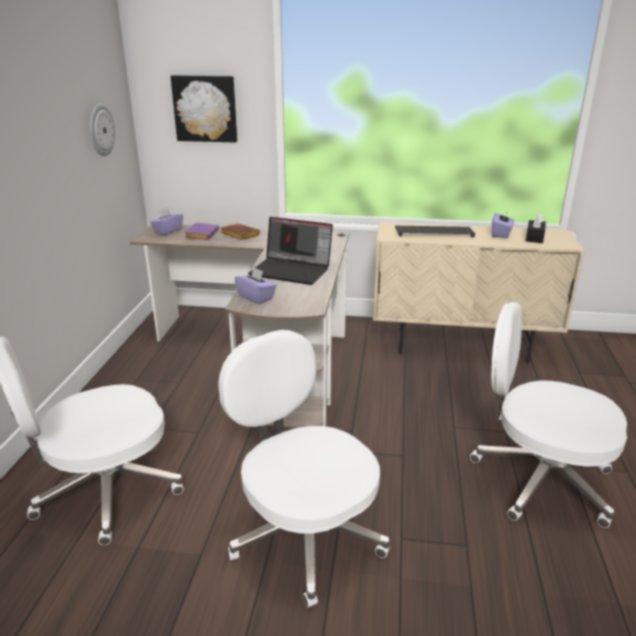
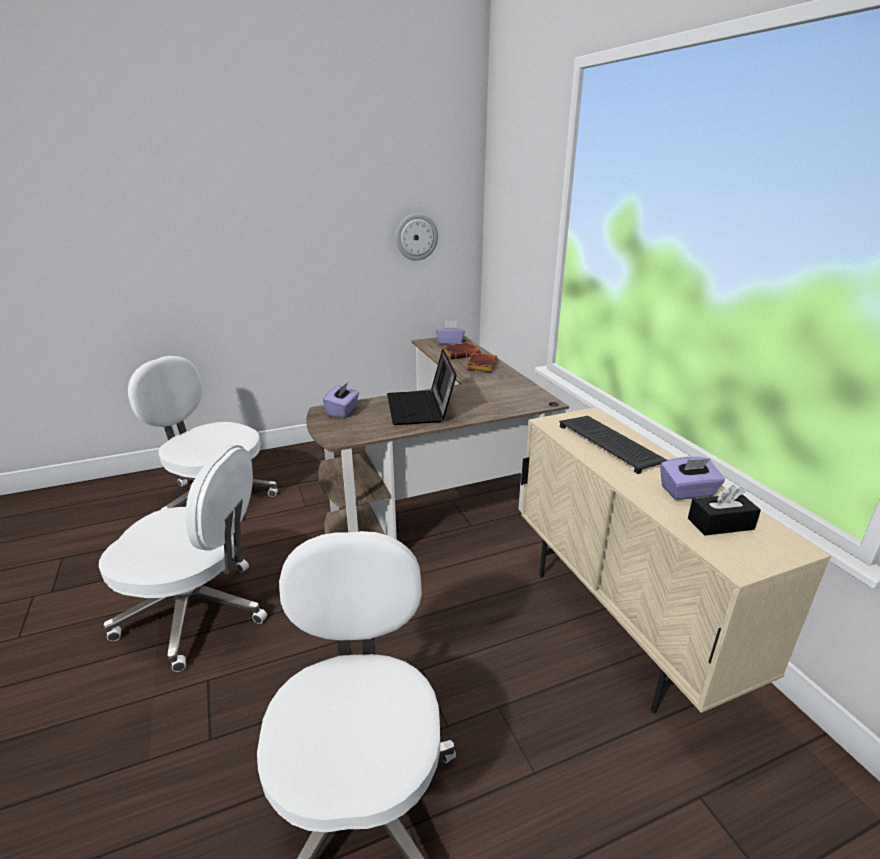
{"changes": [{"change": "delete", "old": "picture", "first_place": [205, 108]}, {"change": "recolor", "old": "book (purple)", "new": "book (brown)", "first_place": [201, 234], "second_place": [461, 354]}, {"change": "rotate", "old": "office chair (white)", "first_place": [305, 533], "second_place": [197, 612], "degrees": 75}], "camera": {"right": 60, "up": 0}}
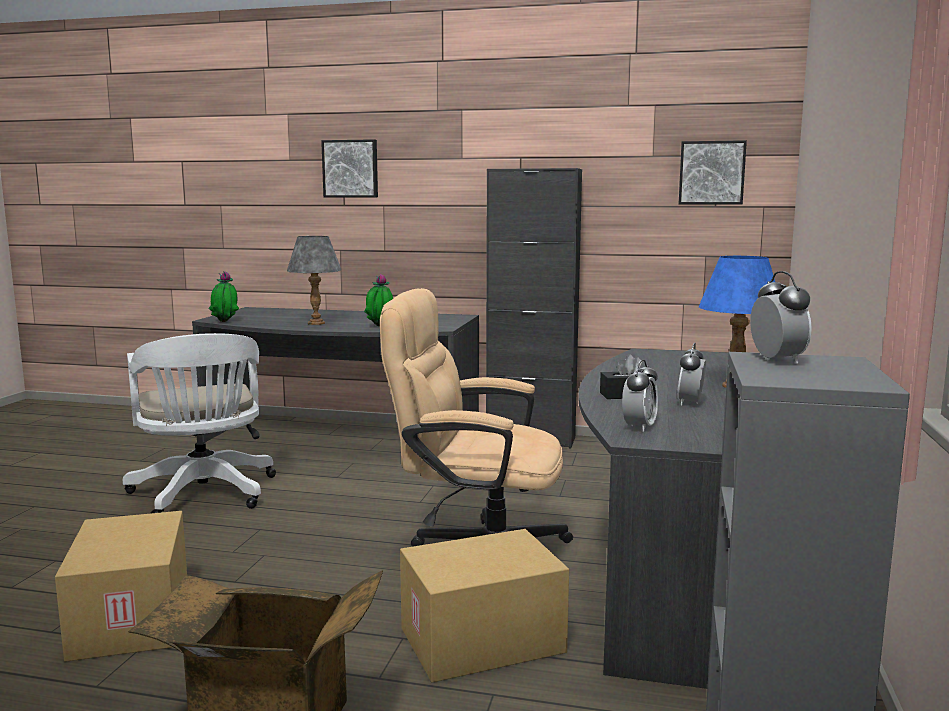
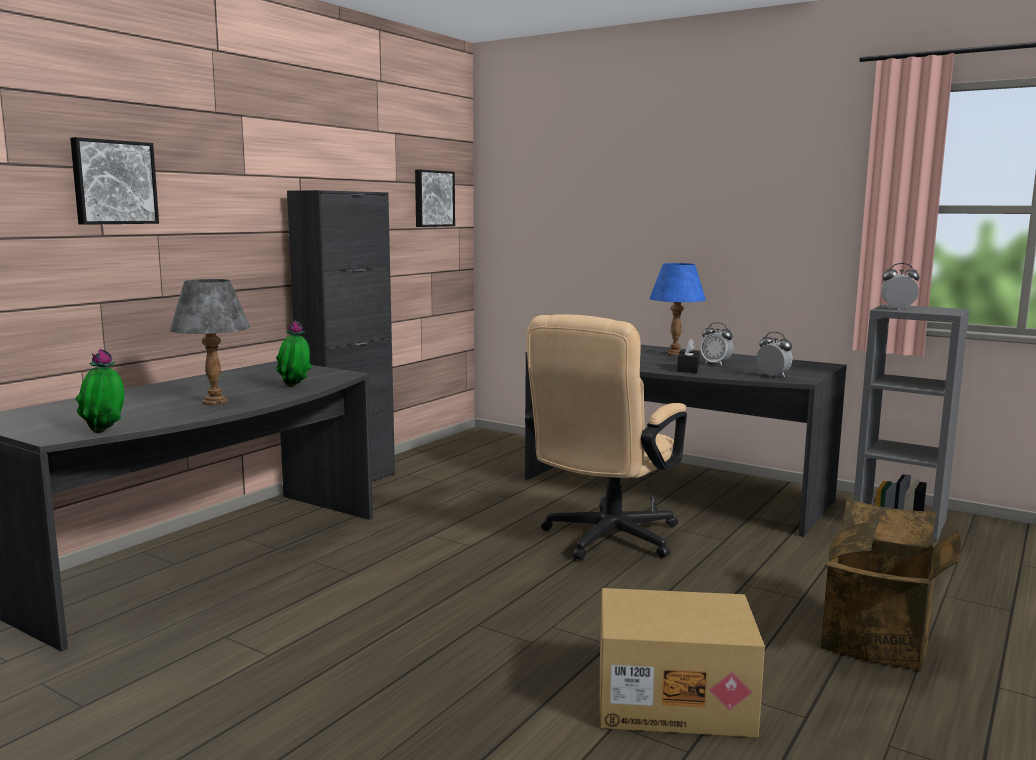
{"changes": [{"change": "delete", "old": "office chair (white)", "first_place": [204, 495]}, {"change": "delete", "old": "cardboard box", "first_place": [481, 642]}], "camera": {"right": -70, "up": 0}}
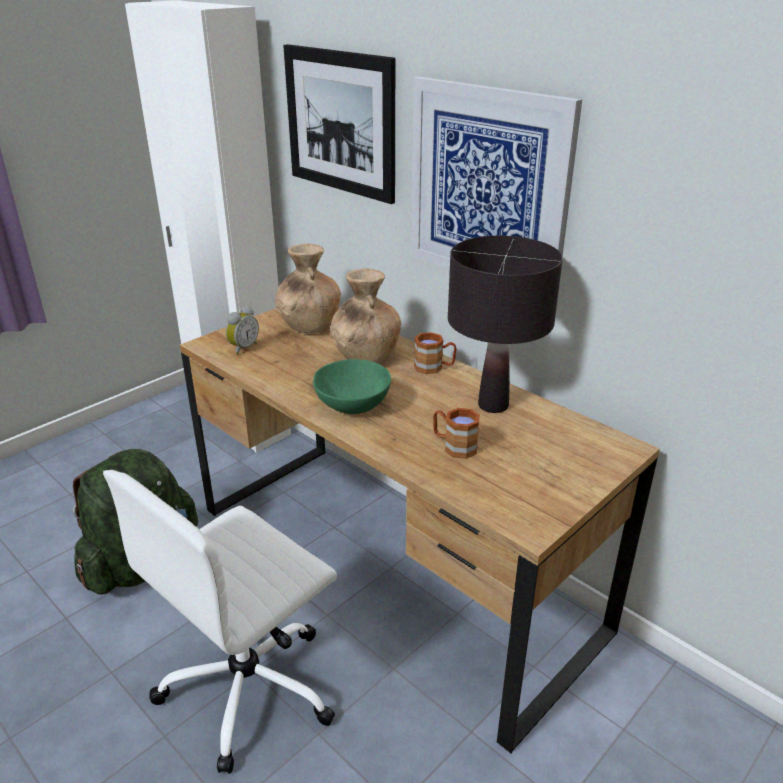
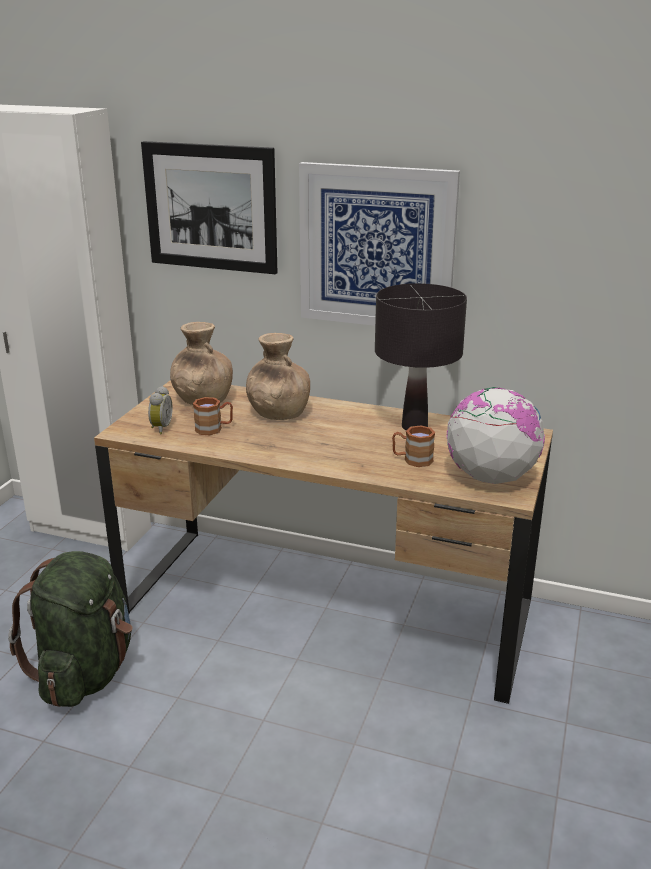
{"changes": [{"change": "delete", "old": "office chair (white)", "first_place": [250, 685]}, {"change": "delete", "old": "bowl (green)", "first_place": [353, 405]}, {"change": "insert", "new": "globe", "second_place": [490, 477]}, {"change": "move", "old": "mug (brown)", "first_place": [434, 367], "second_place": [214, 429]}], "camera": {"right": -25, "up": -5}}
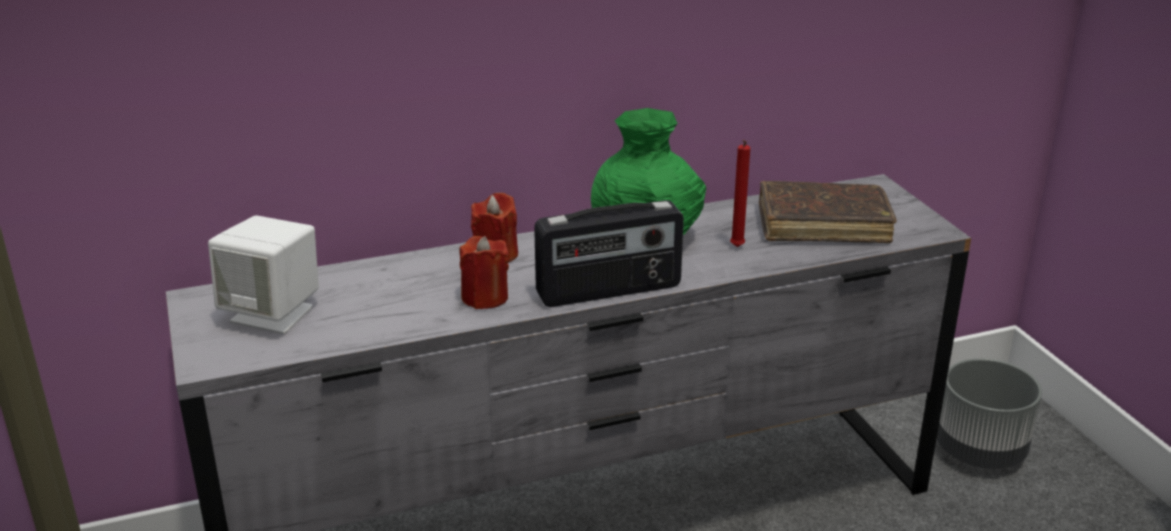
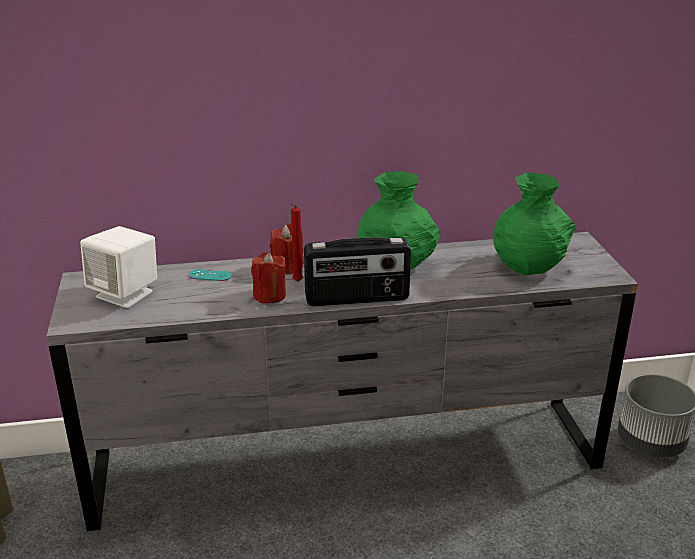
{"changes": [{"change": "insert", "new": "game controller (turquoise)", "second_place": [210, 275]}, {"change": "move", "old": "candle (red)", "first_place": [736, 248], "second_place": [296, 282]}, {"change": "replace", "old": "book (brown)", "new": "vase (green)", "first_place": [823, 225], "second_place": [528, 265]}], "camera": {"right": 10, "up": 0}}
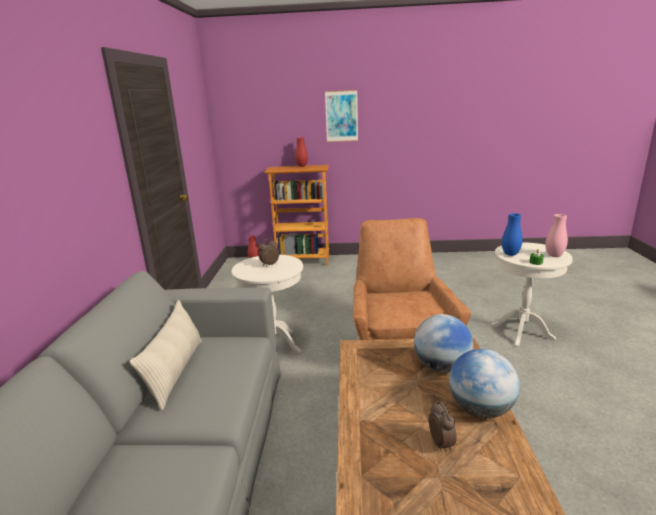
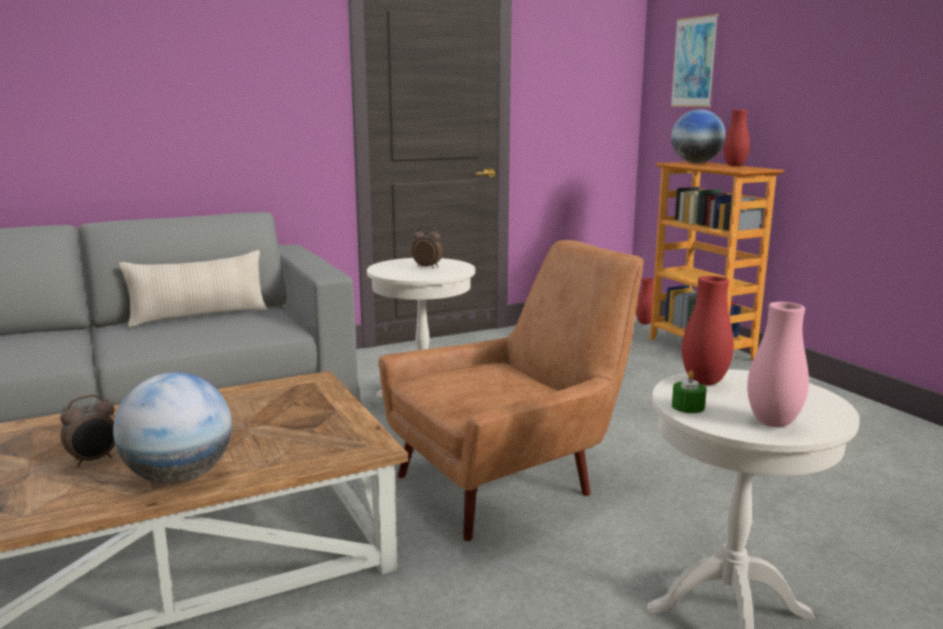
{"changes": [{"change": "move", "old": "picture", "first_place": [341, 116], "second_place": [694, 62]}, {"change": "move", "old": "globe", "first_place": [441, 367], "second_place": [695, 162]}, {"change": "recolor", "old": "vase (blue)", "new": "vase (red)", "first_place": [510, 254], "second_place": [704, 382]}], "camera": {"right": 60, "up": -5}}
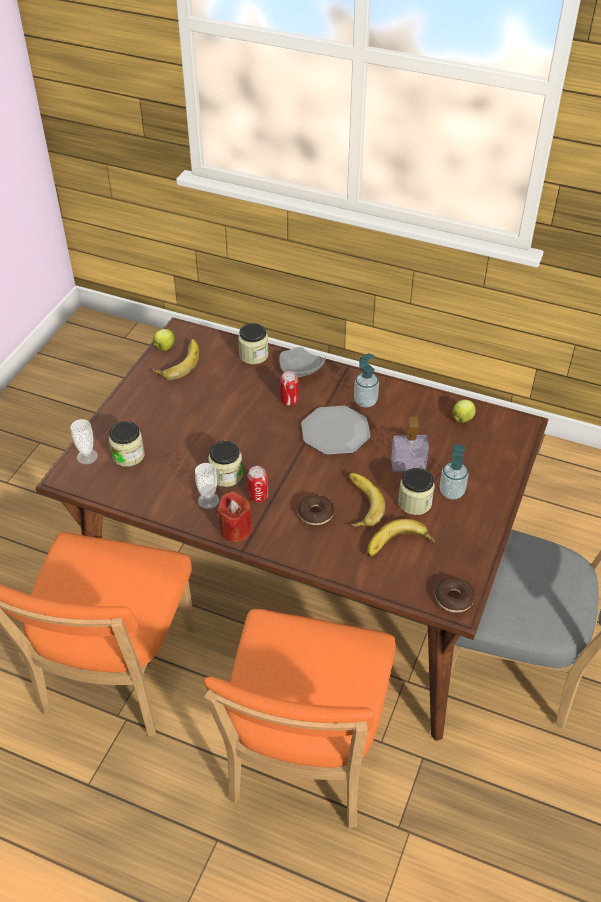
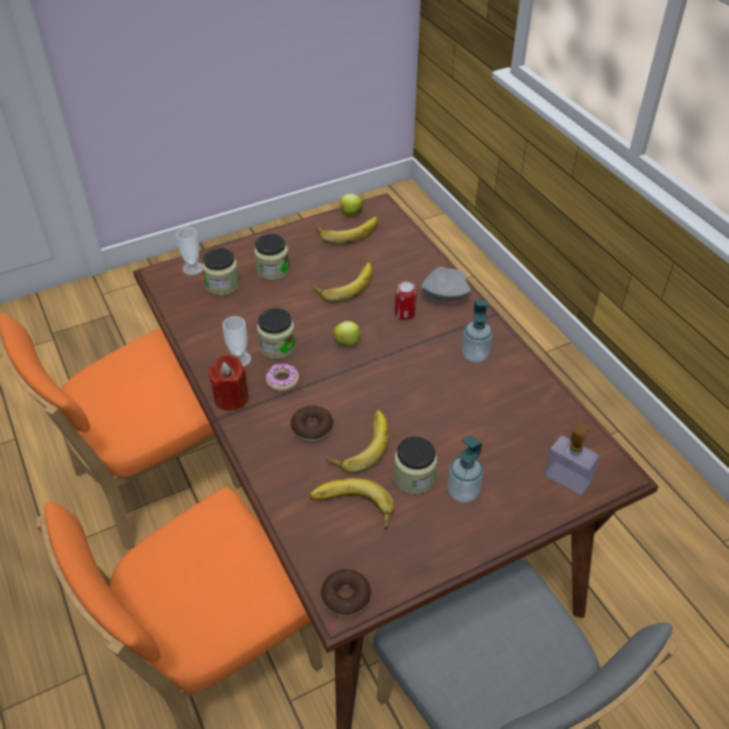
{"changes": [{"change": "delete", "old": "plate", "first_place": [335, 432]}, {"change": "insert", "new": "banana", "second_place": [345, 284]}, {"change": "move", "old": "jar", "first_place": [253, 355], "second_place": [273, 270]}, {"change": "move", "old": "soap dispenser", "first_place": [408, 465], "second_place": [567, 478]}, {"change": "move", "old": "apple", "first_place": [462, 419], "second_place": [348, 343]}, {"change": "replace", "old": "can", "new": "donut", "first_place": [258, 496], "second_place": [282, 381]}], "camera": {"right": 40, "up": 0}}
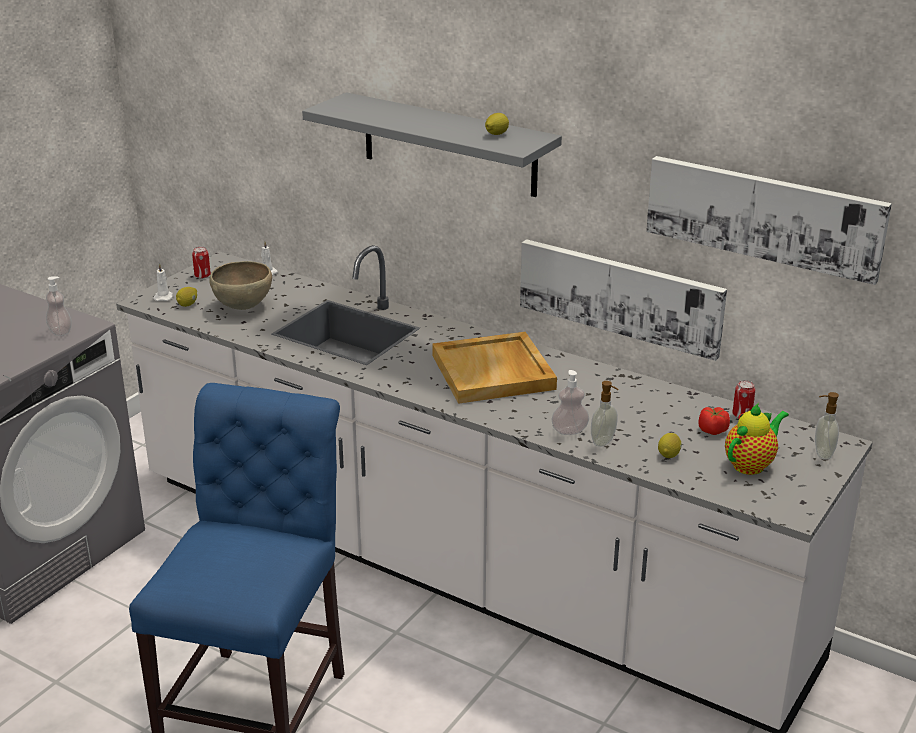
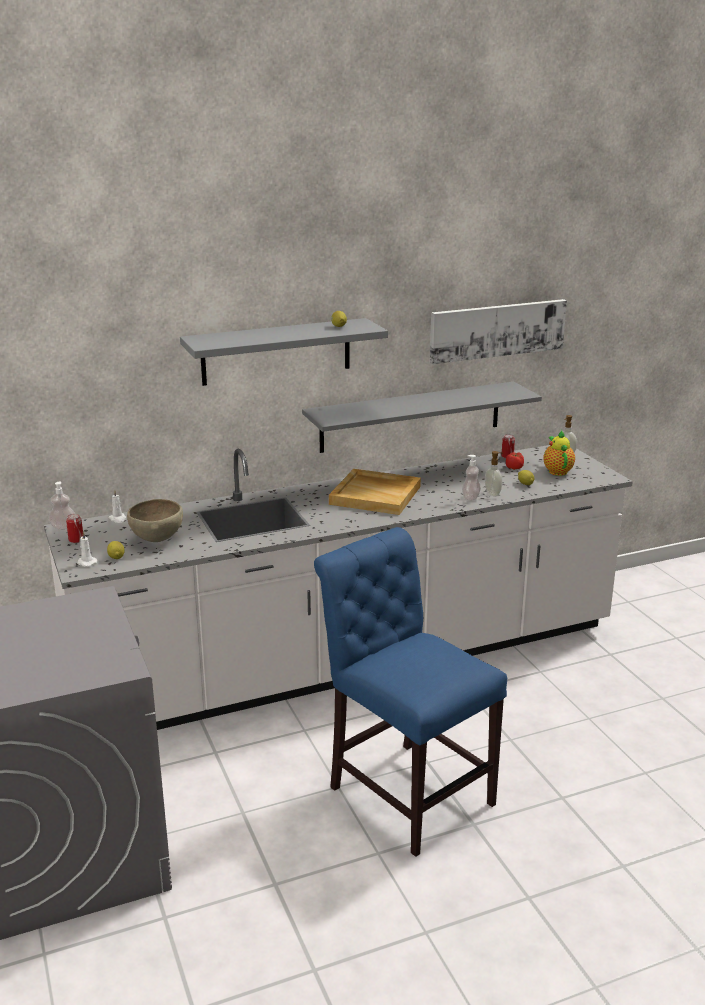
{"changes": [{"change": "move", "old": "soap dispenser", "first_place": [60, 331], "second_place": [63, 527]}, {"change": "replace", "old": "picture", "new": "shelf (grey)", "first_place": [620, 296], "second_place": [411, 416]}], "camera": {"right": -55, "up": -5}}
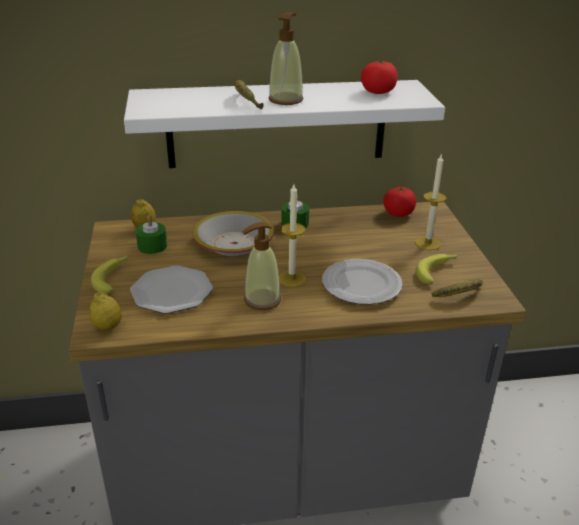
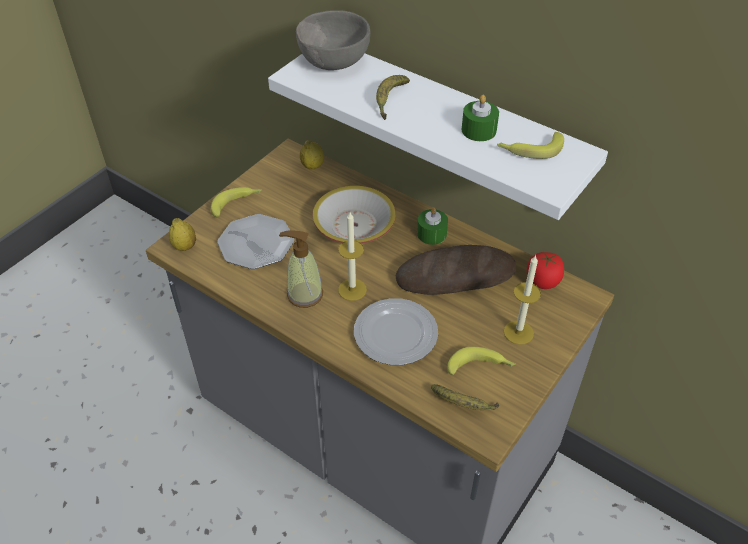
{"changes": [{"change": "delete", "old": "soap dispenser", "first_place": [286, 100]}, {"change": "insert", "new": "bowl (grey)", "second_place": [333, 62]}, {"change": "insert", "new": "bread", "second_place": [455, 276]}, {"change": "move", "old": "candle (green)", "first_place": [152, 246], "second_place": [478, 130]}, {"change": "replace", "old": "tomato", "new": "banana", "first_place": [378, 92], "second_place": [529, 149]}], "camera": {"right": 45, "up": 15}}
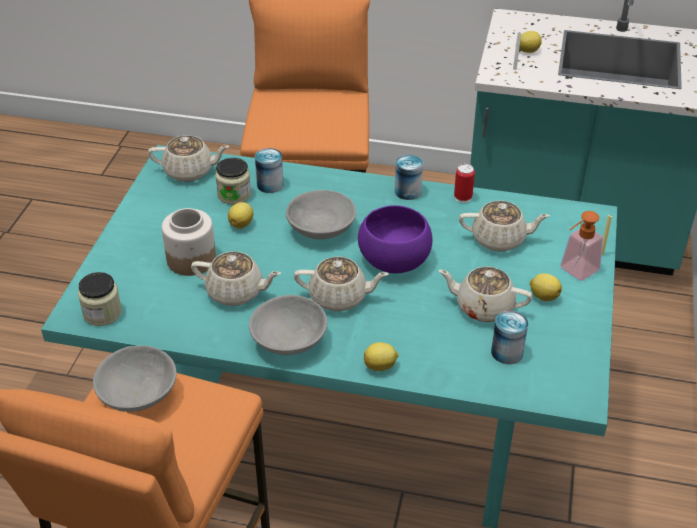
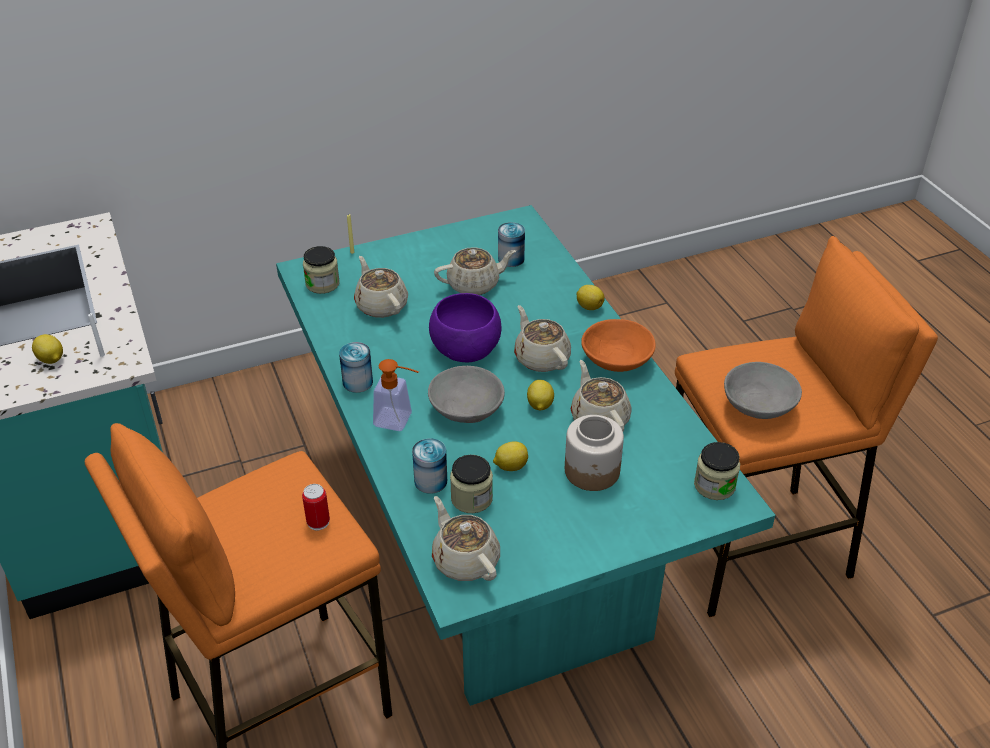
{"changes": [{"change": "insert", "new": "jar", "second_place": [322, 284]}, {"change": "move", "old": "can", "first_place": [463, 197], "second_place": [318, 522]}, {"change": "move", "old": "lemon", "first_place": [543, 296], "second_place": [539, 405]}, {"change": "move", "old": "soap dispenser", "first_place": [575, 272], "second_place": [399, 421]}, {"change": "recolor", "old": "bowl (grey)", "new": "bowl (orange)", "first_place": [289, 341], "second_place": [616, 360]}, {"change": "rotate", "old": "teapot (beige)", "first_place": [483, 307], "second_place": [474, 284], "degrees": -90}], "camera": {"right": -125, "up": 0}}
